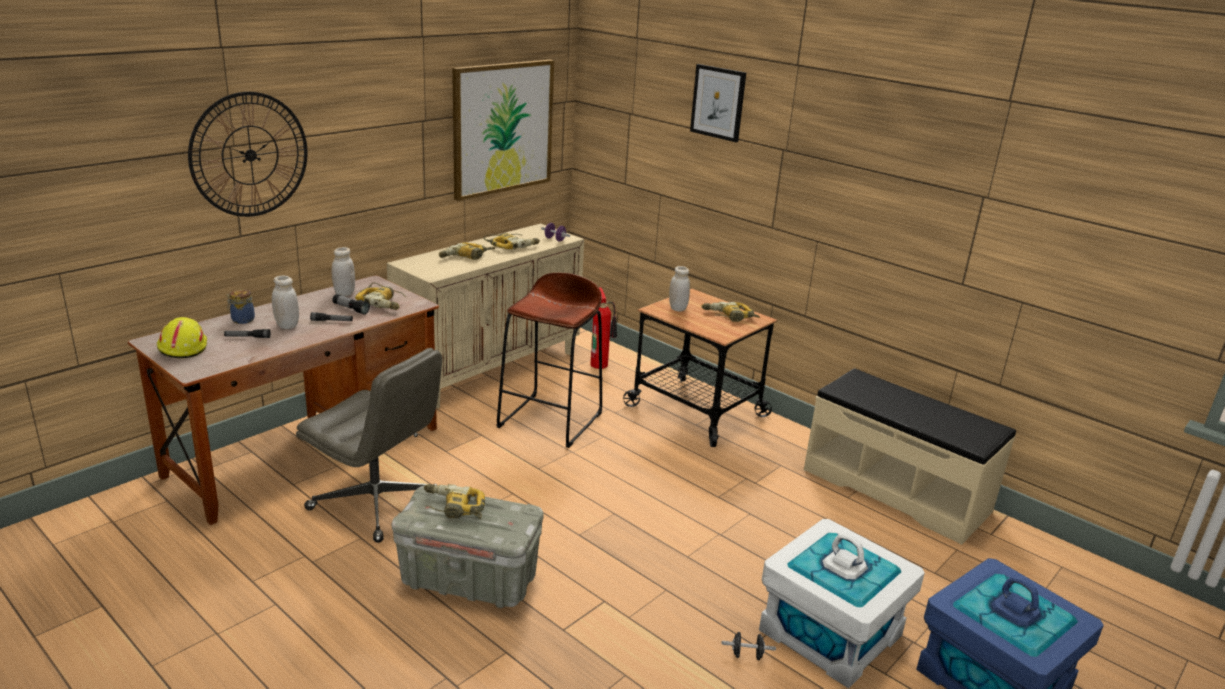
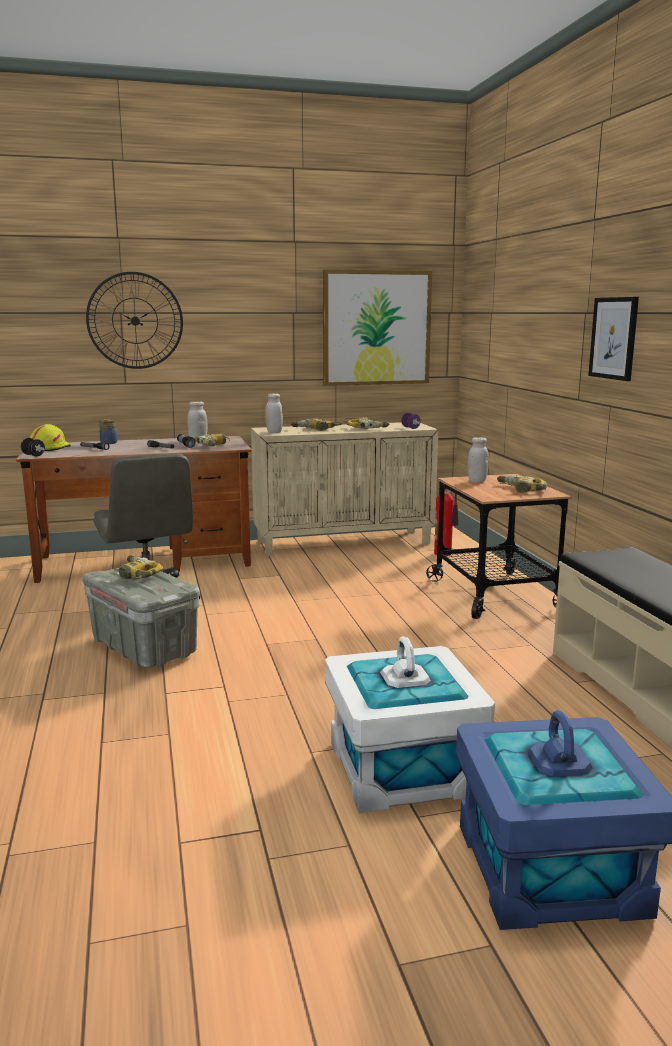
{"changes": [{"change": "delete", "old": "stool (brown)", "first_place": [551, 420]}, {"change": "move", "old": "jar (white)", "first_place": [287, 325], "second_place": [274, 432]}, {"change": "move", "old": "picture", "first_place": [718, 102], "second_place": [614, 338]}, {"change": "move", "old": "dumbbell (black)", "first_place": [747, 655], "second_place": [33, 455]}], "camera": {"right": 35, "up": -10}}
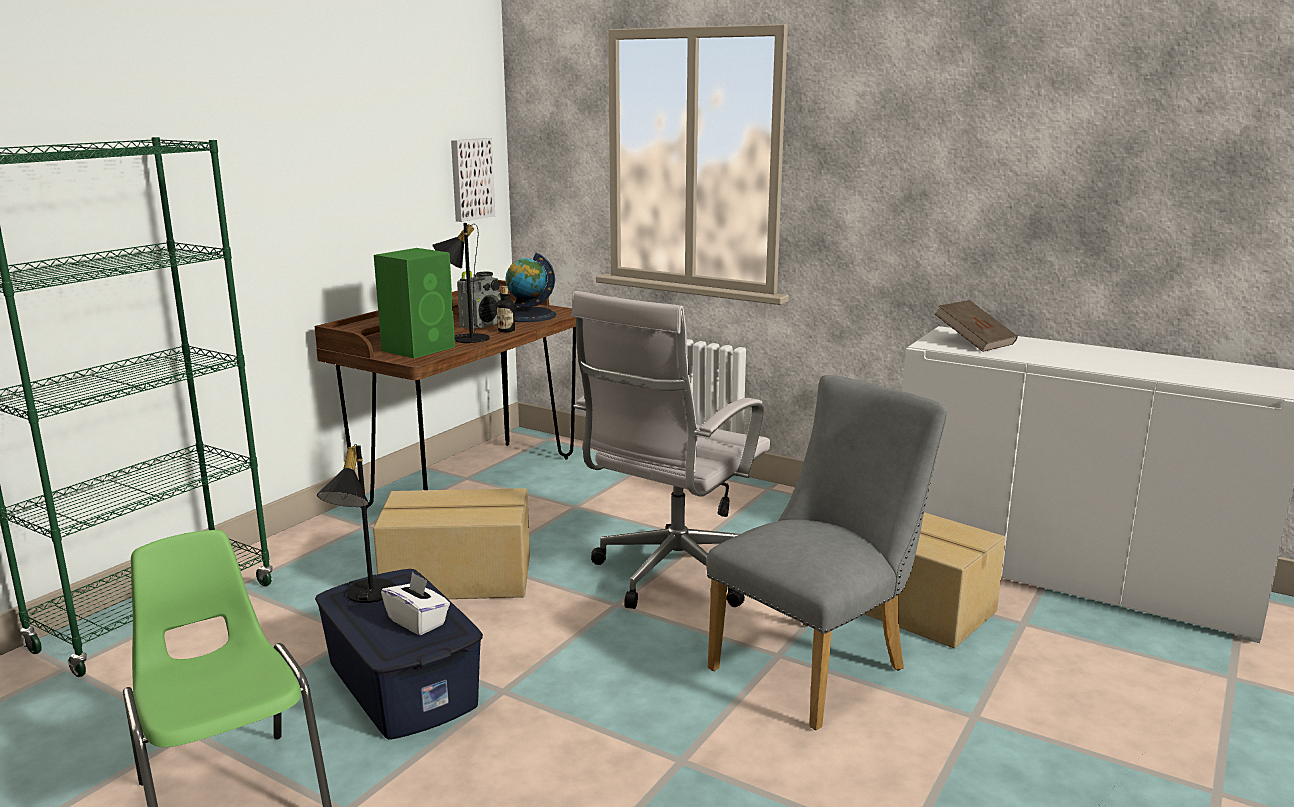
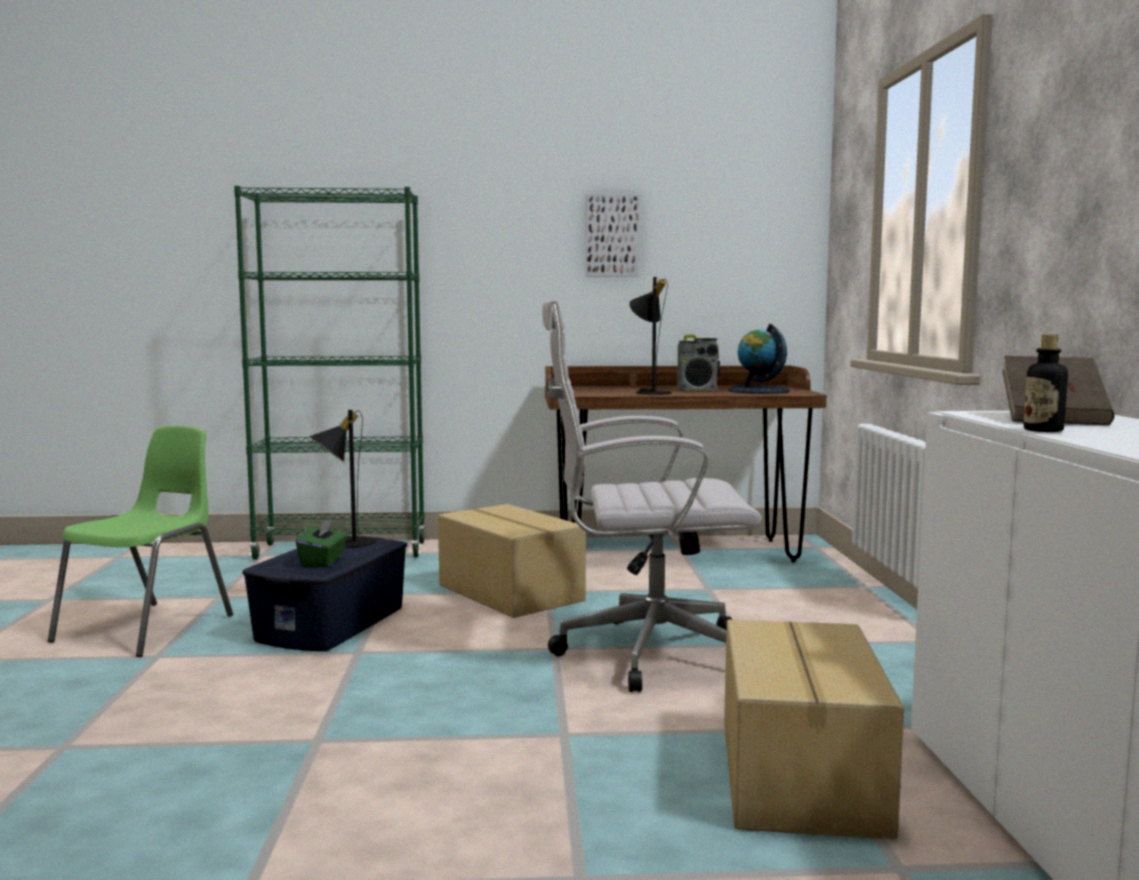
{"changes": [{"change": "delete", "old": "speaker (green)", "first_place": [419, 348]}, {"change": "delete", "old": "chair (grey)", "first_place": [818, 665]}, {"change": "move", "old": "picture", "first_place": [470, 179], "second_place": [612, 235]}, {"change": "move", "old": "bottle", "first_place": [506, 330], "second_place": [1043, 430]}, {"change": "recolor", "old": "tissue box (white)", "new": "tissue box (green)", "first_place": [417, 622], "second_place": [323, 561]}], "camera": {"right": 55, "up": -10}}
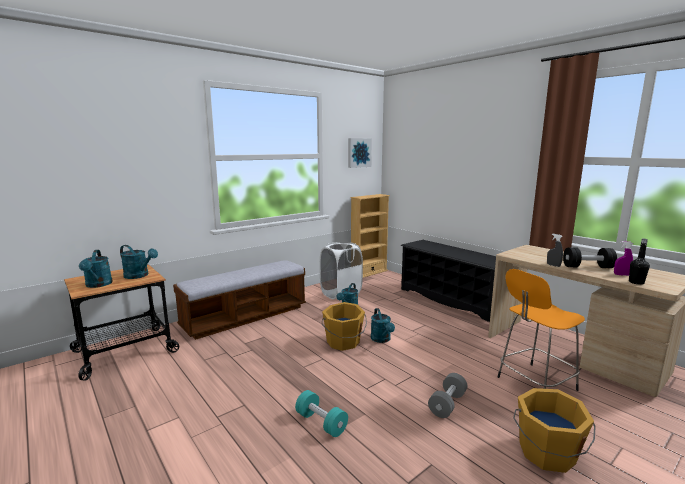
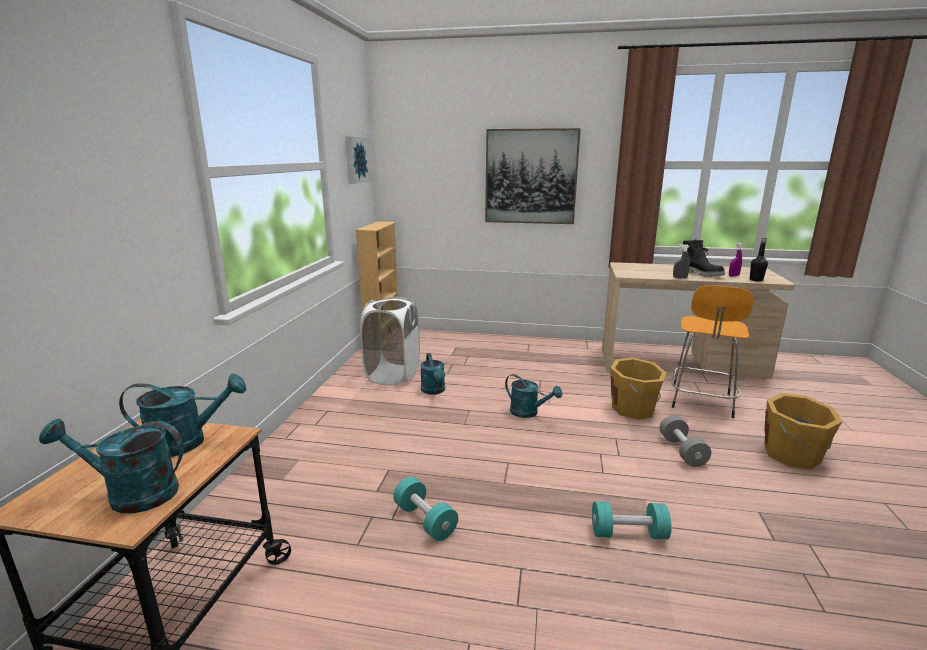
{"changes": [{"change": "delete", "old": "bench", "first_place": [246, 317]}, {"change": "delete", "old": "shoe rack (black)", "first_place": [451, 299]}, {"change": "insert", "new": "dumbbell (turquoise)", "second_place": [425, 520]}, {"change": "insert", "new": "picture", "second_place": [531, 177]}, {"change": "move", "old": "bucket (orange)", "first_place": [343, 342], "second_place": [634, 409]}, {"change": "replace", "old": "dumbbell (black)", "new": "boot (black)", "first_place": [587, 267], "second_place": [701, 274]}, {"change": "rotate", "old": "watering can (turquoise)", "first_place": [98, 285], "second_place": [132, 494], "degrees": 150}], "camera": {"right": -40, "up": 5}}
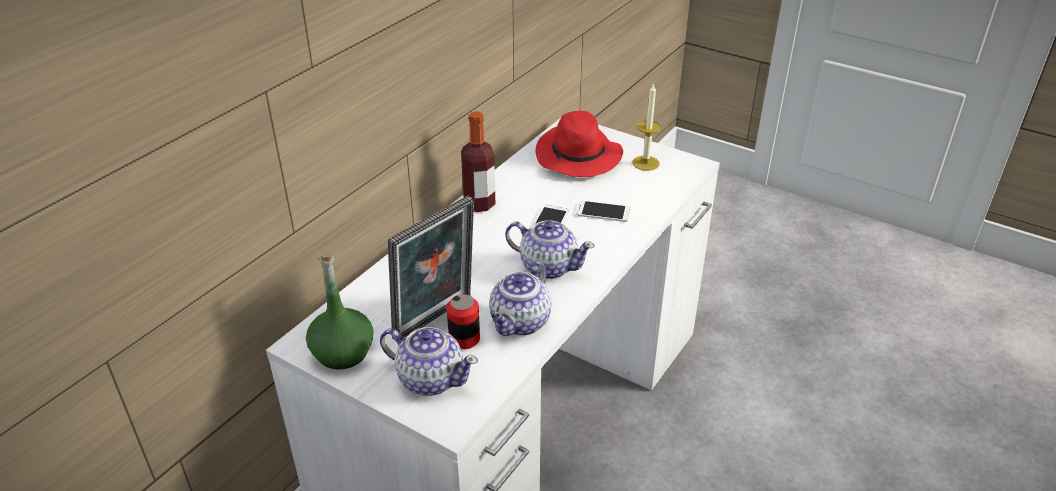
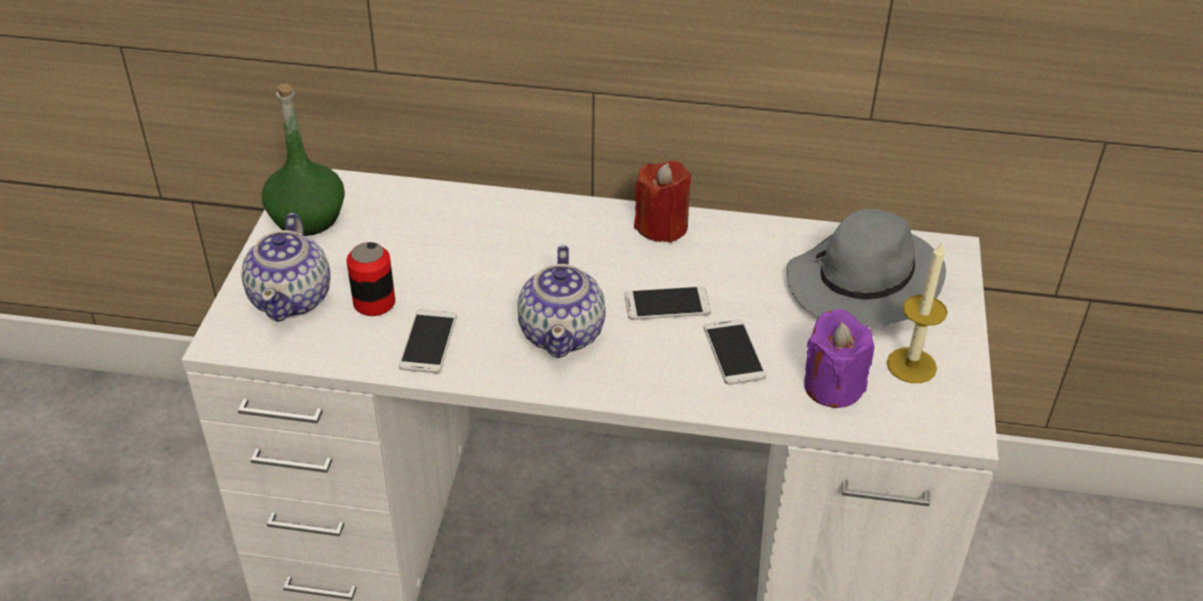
{"changes": [{"change": "delete", "old": "picture frame", "first_place": [436, 320]}, {"change": "insert", "new": "candle (purple)", "second_place": [833, 386]}, {"change": "replace", "old": "bottle", "new": "candle (red)", "first_place": [479, 204], "second_place": [662, 226]}, {"change": "replace", "old": "teapot", "new": "phone", "first_place": [520, 323], "second_place": [428, 342]}, {"change": "recolor", "old": "hat (red)", "new": "hat (grey)", "first_place": [579, 157], "second_place": [863, 286]}], "camera": {"right": 65, "up": 5}}
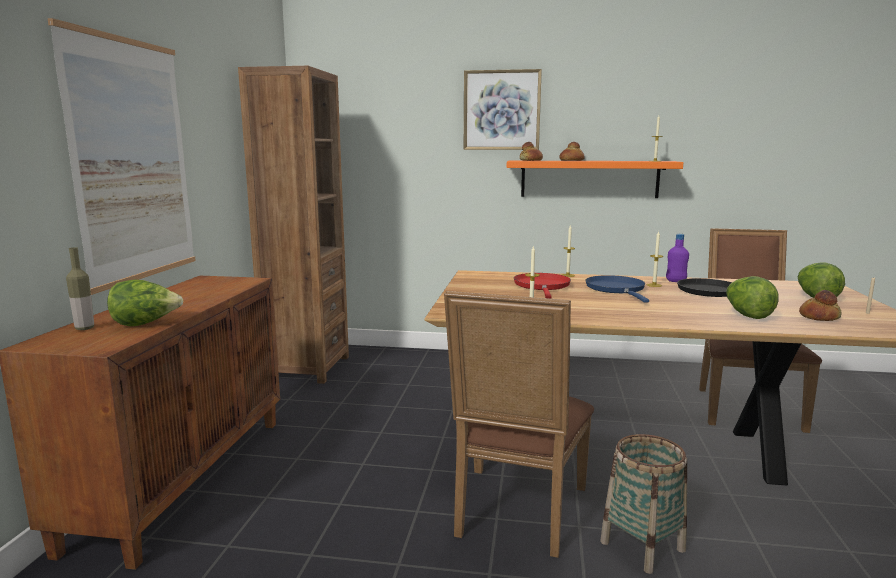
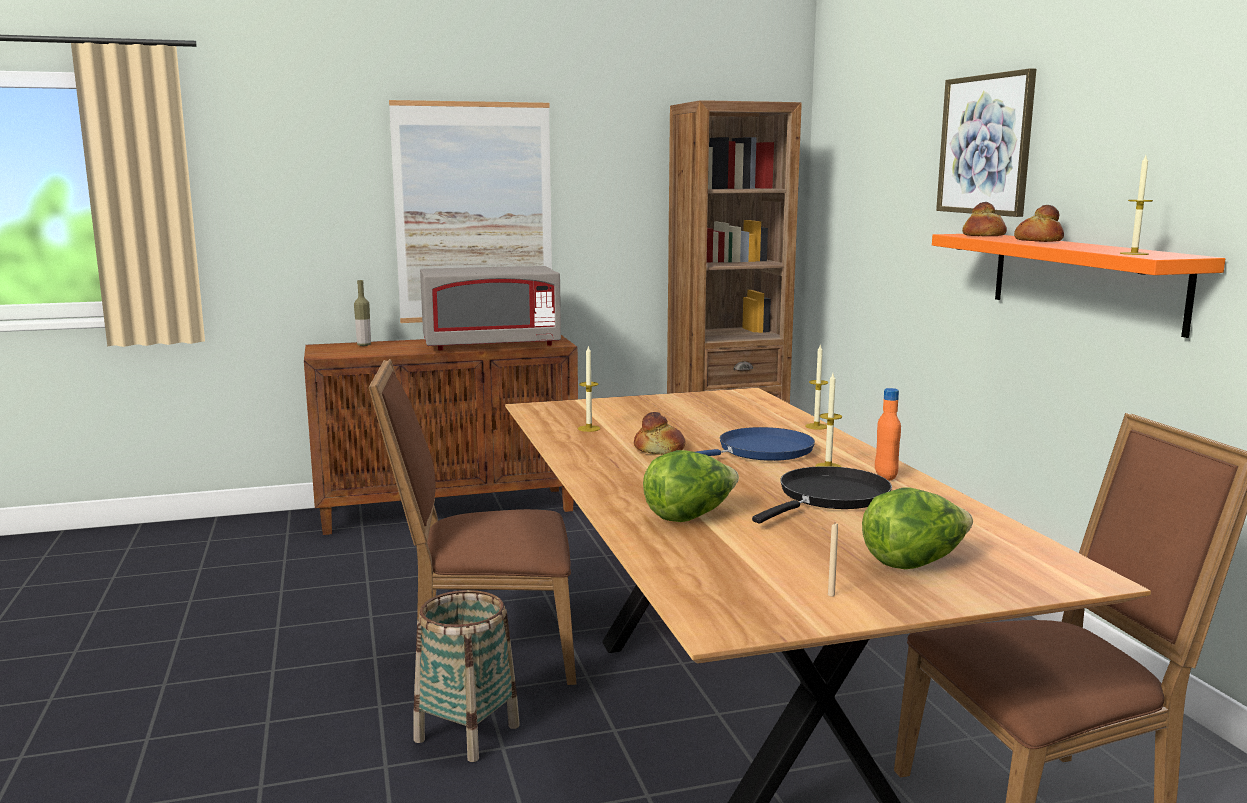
{"changes": [{"change": "delete", "old": "lettuce", "first_place": [145, 324]}, {"change": "delete", "old": "frying pan (red)", "first_place": [542, 286]}, {"change": "insert", "new": "microwave (grey)", "second_place": [491, 345]}, {"change": "move", "old": "bread", "first_place": [818, 317], "second_place": [660, 449]}, {"change": "recolor", "old": "bottle (purple)", "new": "bottle (orange)", "first_place": [676, 281], "second_place": [885, 476]}], "camera": {"right": 65, "up": 0}}
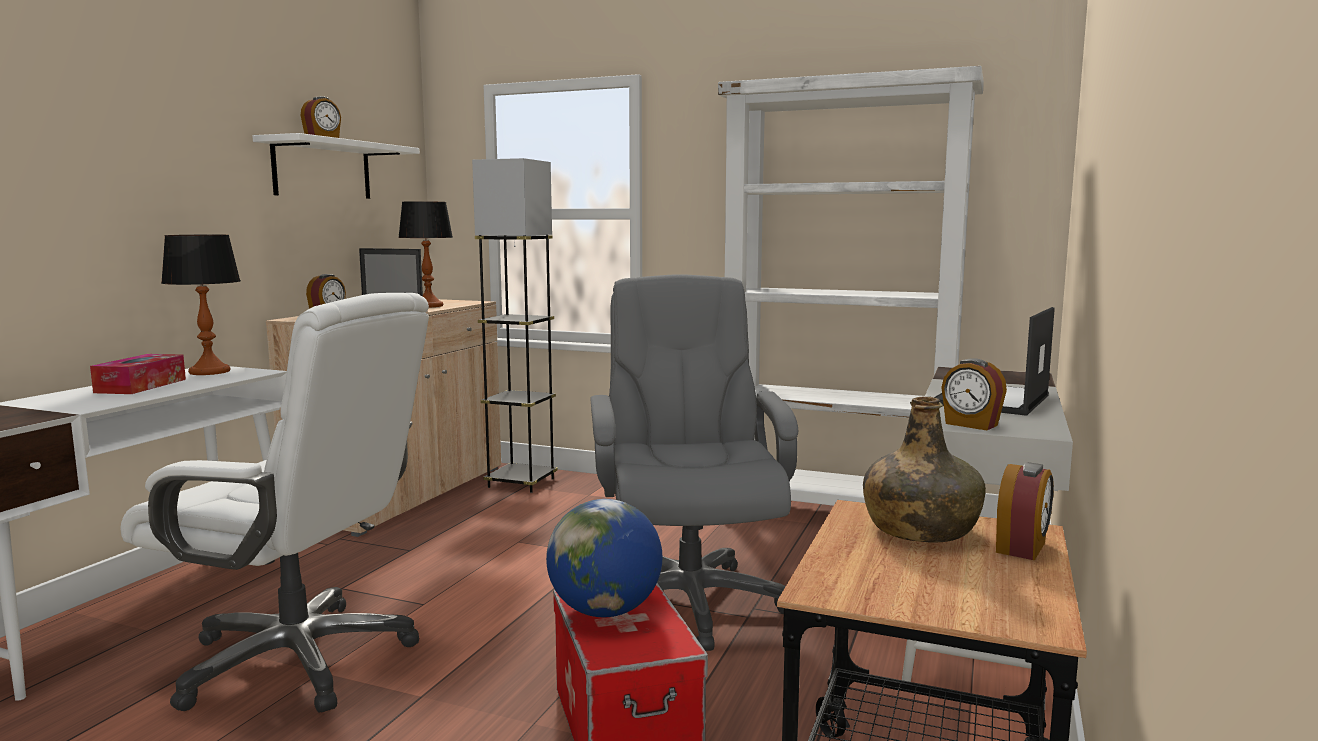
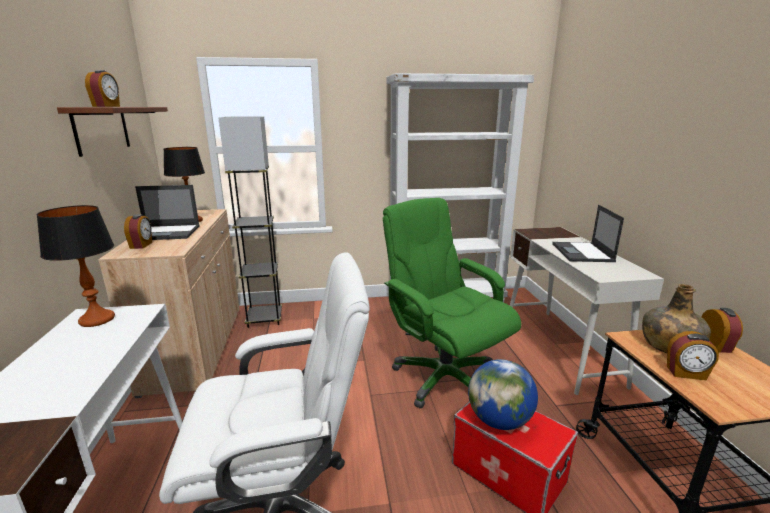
{"changes": [{"change": "delete", "old": "tissue box", "first_place": [141, 386]}, {"change": "move", "old": "alarm clock", "first_place": [971, 425], "second_place": [686, 373]}, {"change": "recolor", "old": "shelf (white)", "new": "shelf (brown)", "first_place": [322, 170], "second_place": [102, 129]}, {"change": "recolor", "old": "office chair (grey)", "new": "office chair (green)", "first_place": [689, 601], "second_place": [444, 377]}], "camera": {"right": -30, "up": 10}}
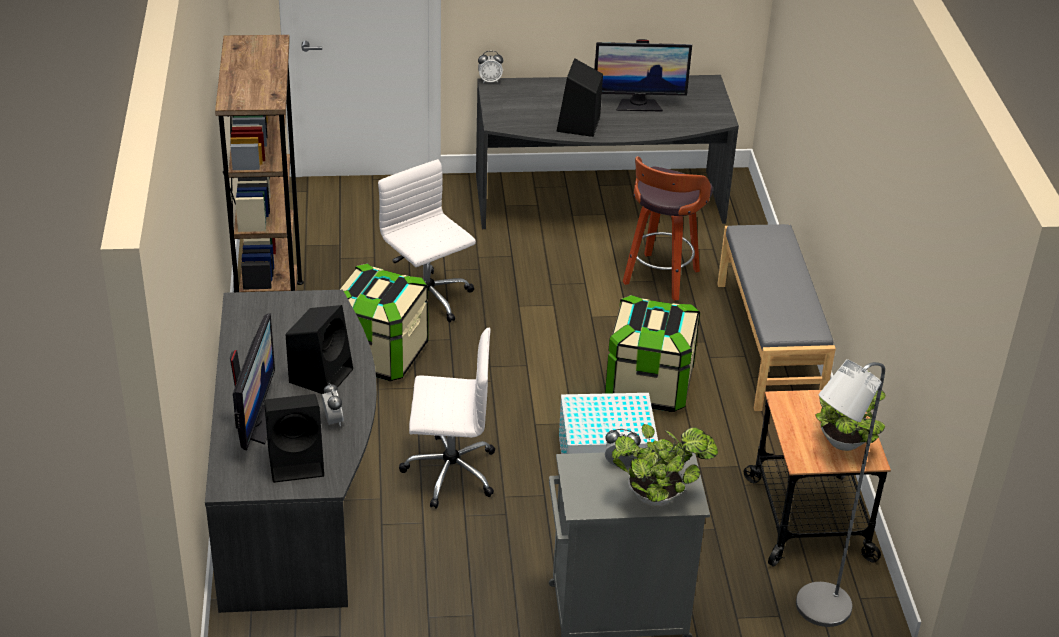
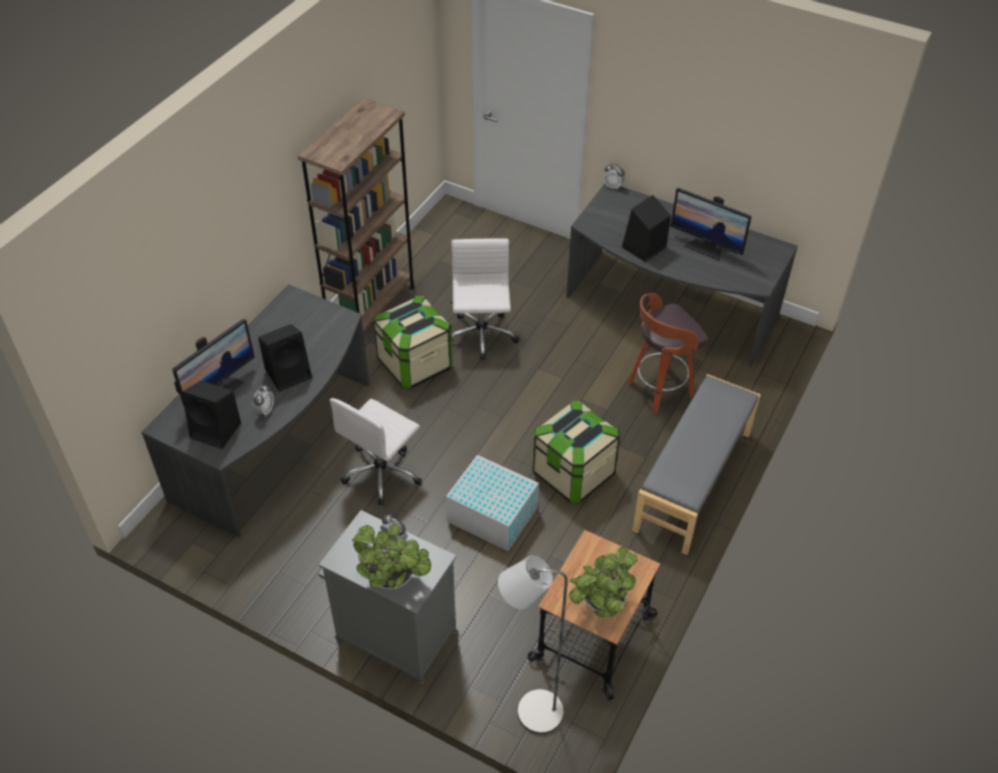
{"changes": [{"change": "rotate", "old": "office chair (white)", "first_place": [449, 472], "second_place": [382, 472], "degrees": 90}], "camera": {"right": 35, "up": 10}}
